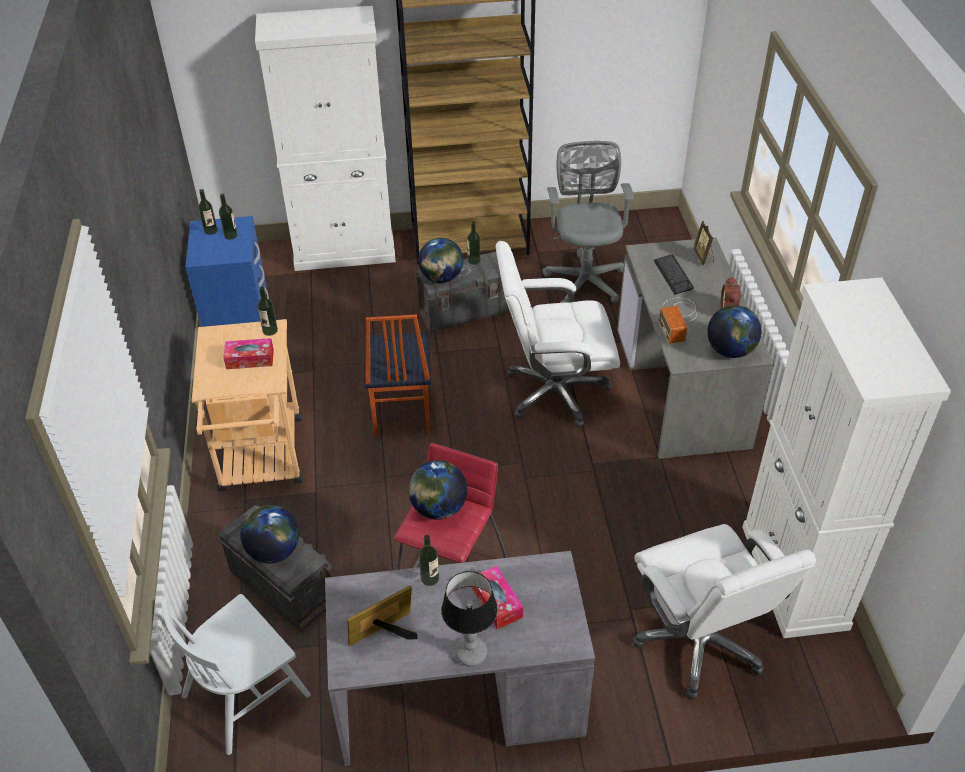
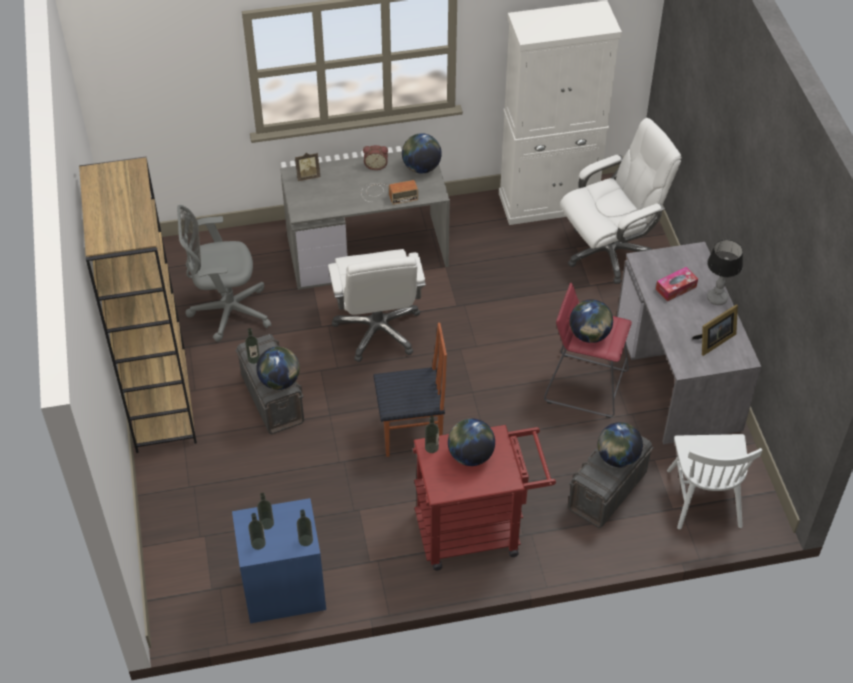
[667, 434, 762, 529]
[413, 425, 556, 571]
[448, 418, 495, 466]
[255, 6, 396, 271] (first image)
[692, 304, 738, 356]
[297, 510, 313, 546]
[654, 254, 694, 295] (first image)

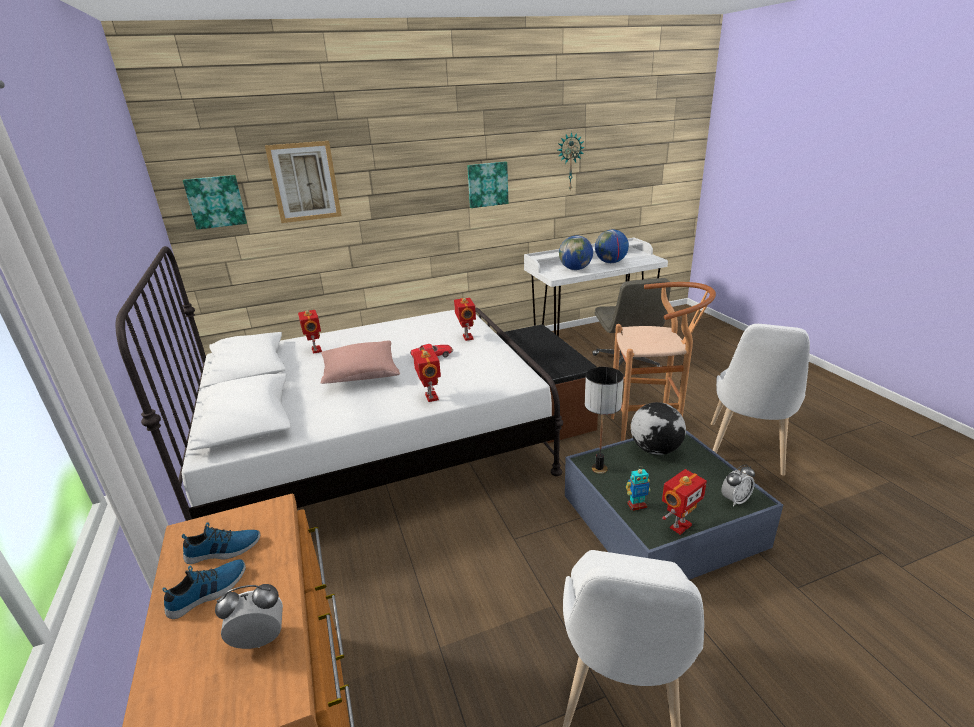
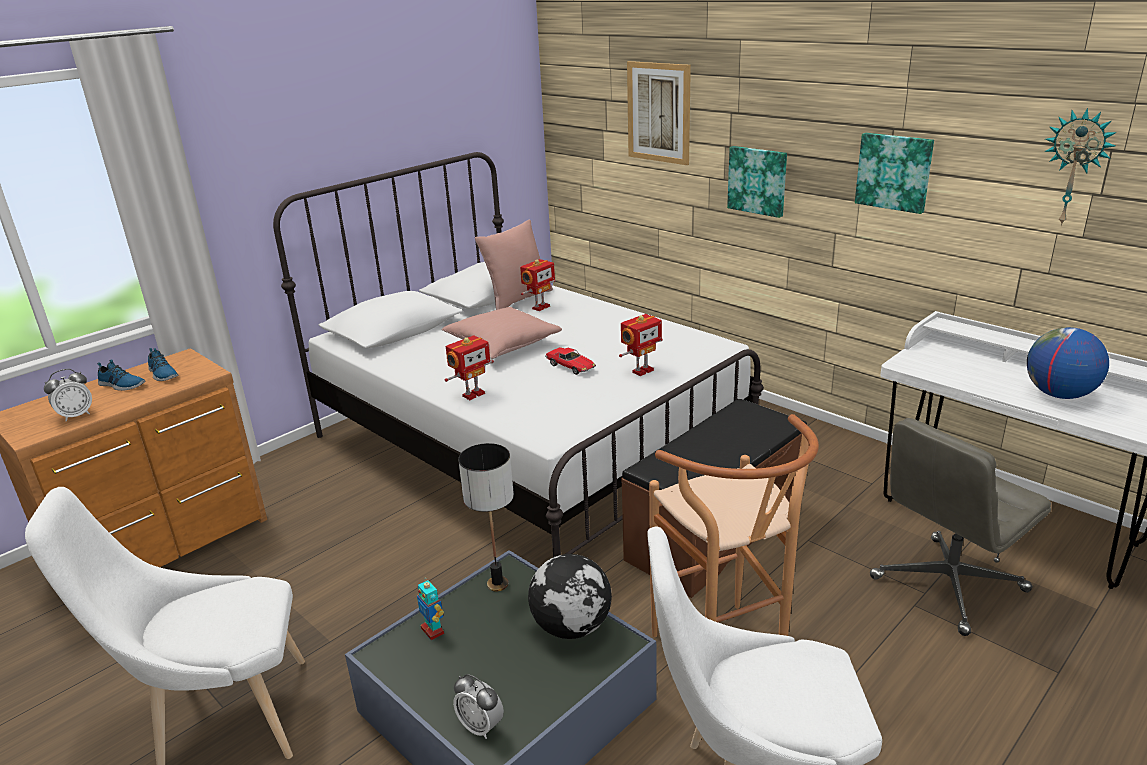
[727, 146, 787, 218]
[44, 369, 92, 421]
[559, 235, 593, 270] (first image)
[662, 469, 707, 535] (first image)
[475, 220, 553, 310]

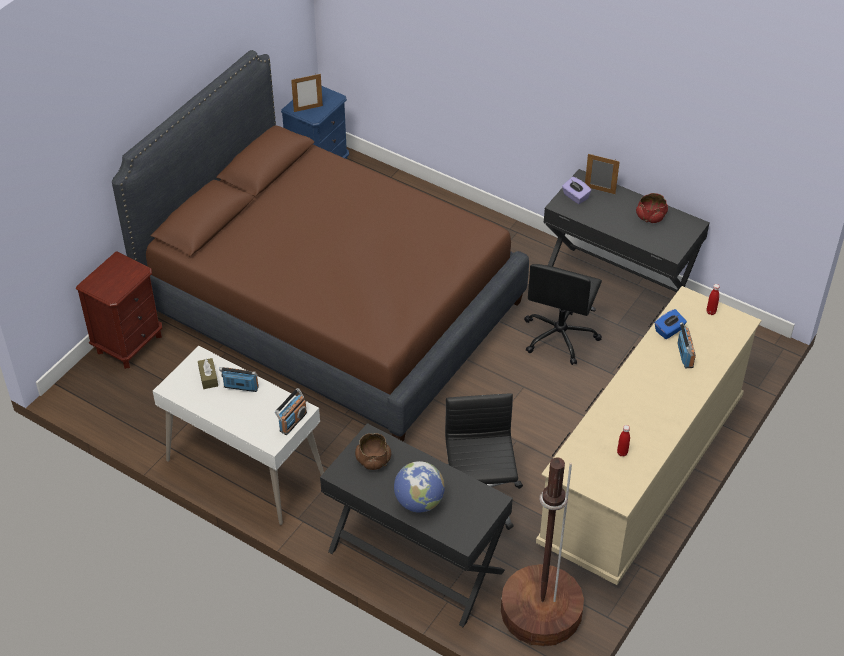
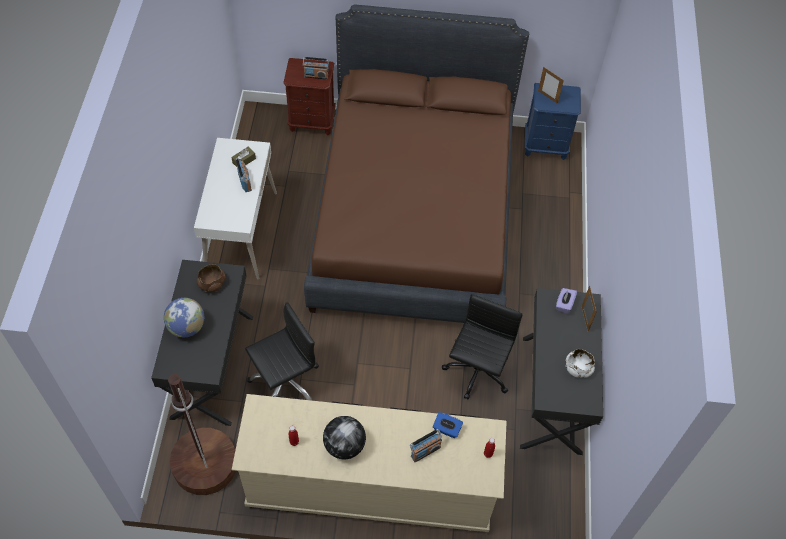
[303, 57, 329, 79]
[442, 294, 522, 399]
[565, 349, 595, 378]
[323, 416, 366, 459]

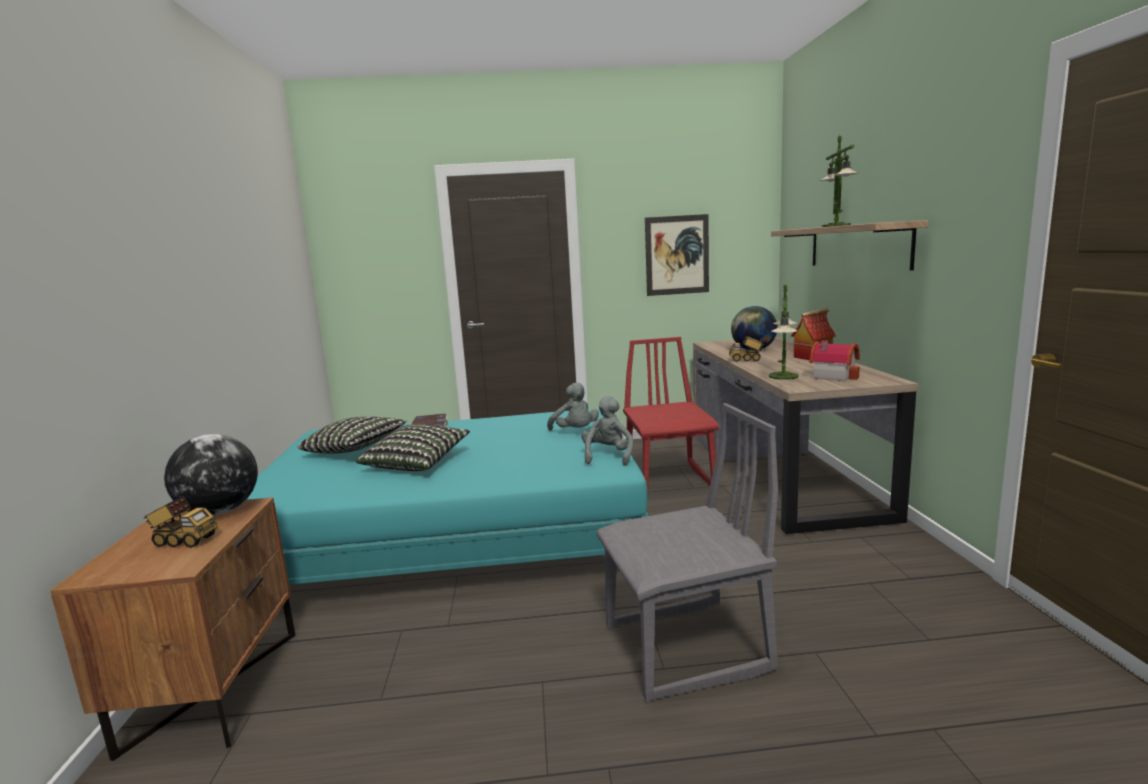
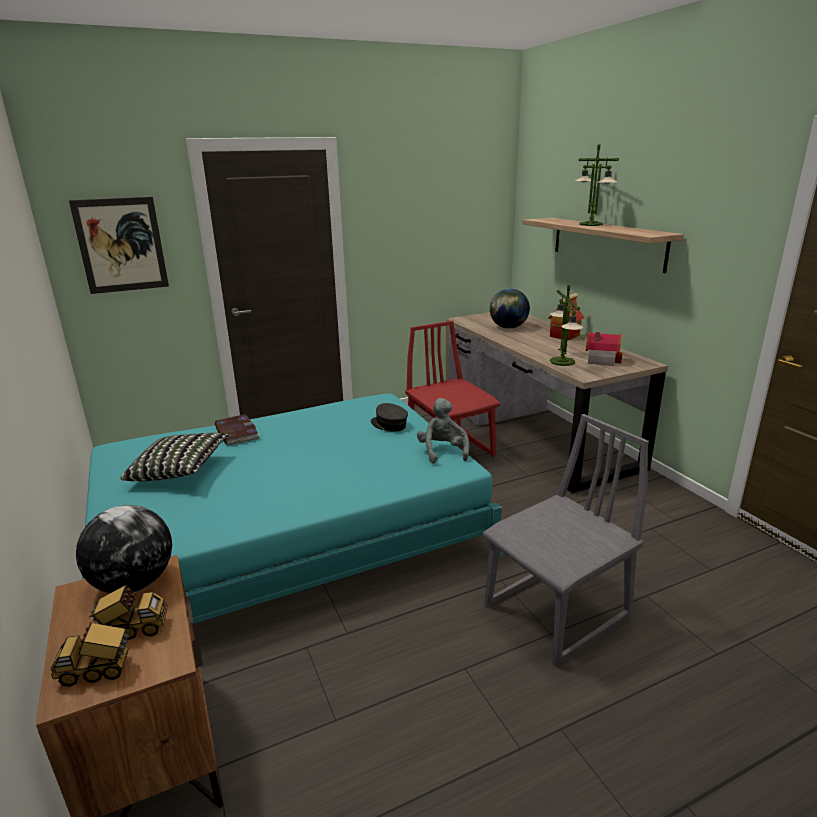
[356, 424, 470, 471] (first image)
[371, 403, 408, 432]
[69, 197, 169, 294]
[51, 623, 130, 687]

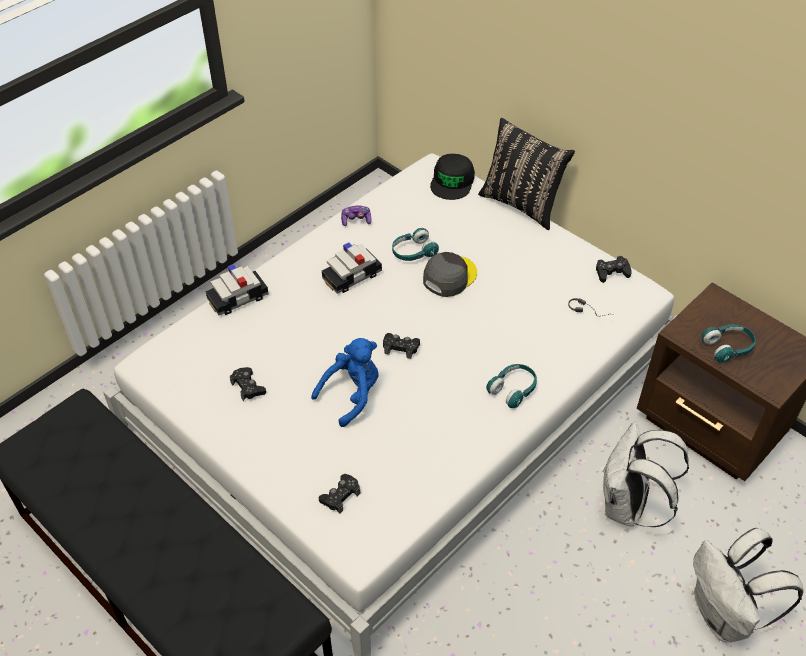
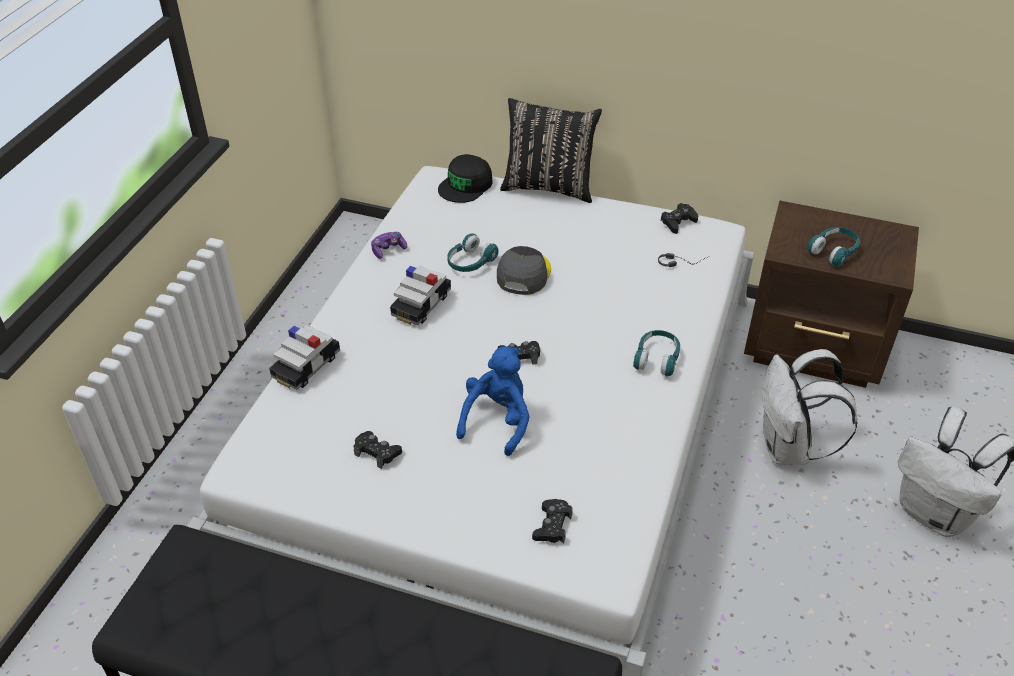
[438, 154, 493, 203]

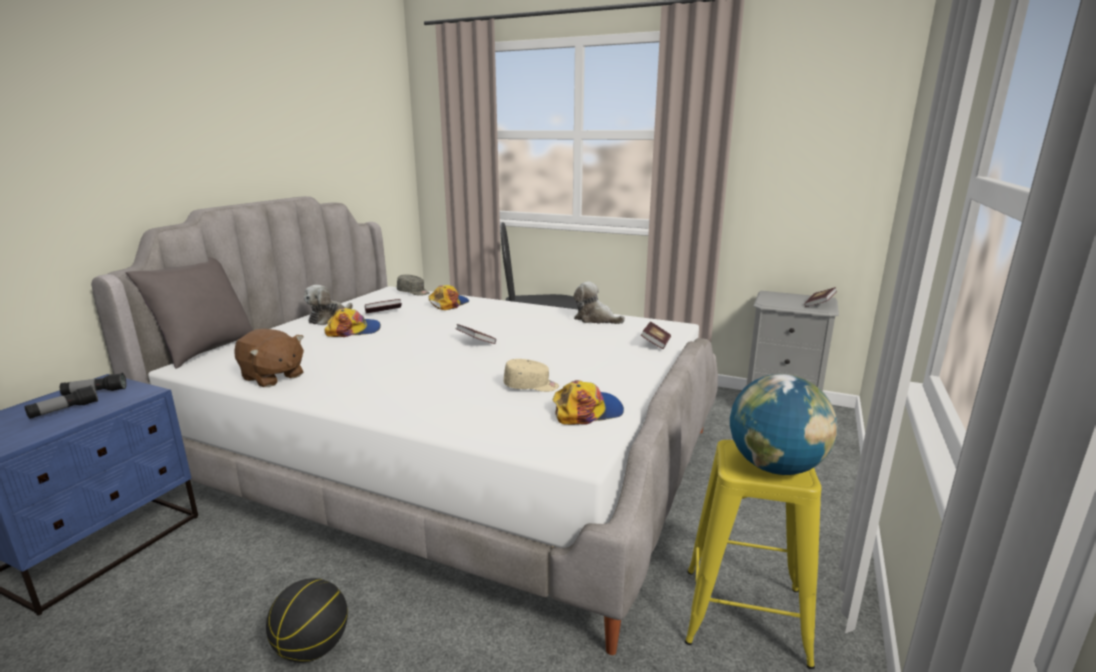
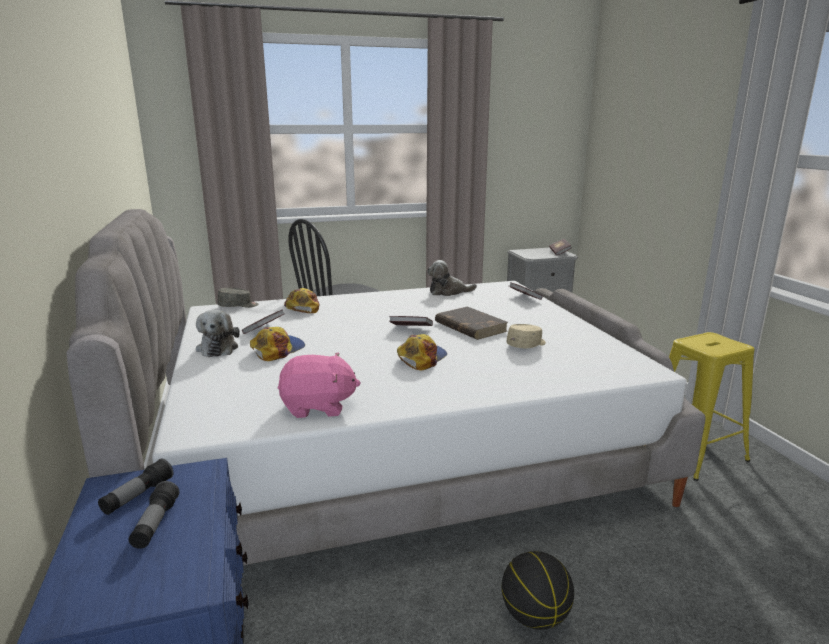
[126, 257, 253, 369] (first image)
[278, 352, 361, 418]
[397, 334, 447, 370]
[730, 374, 838, 475] (first image)
[435, 306, 508, 340]

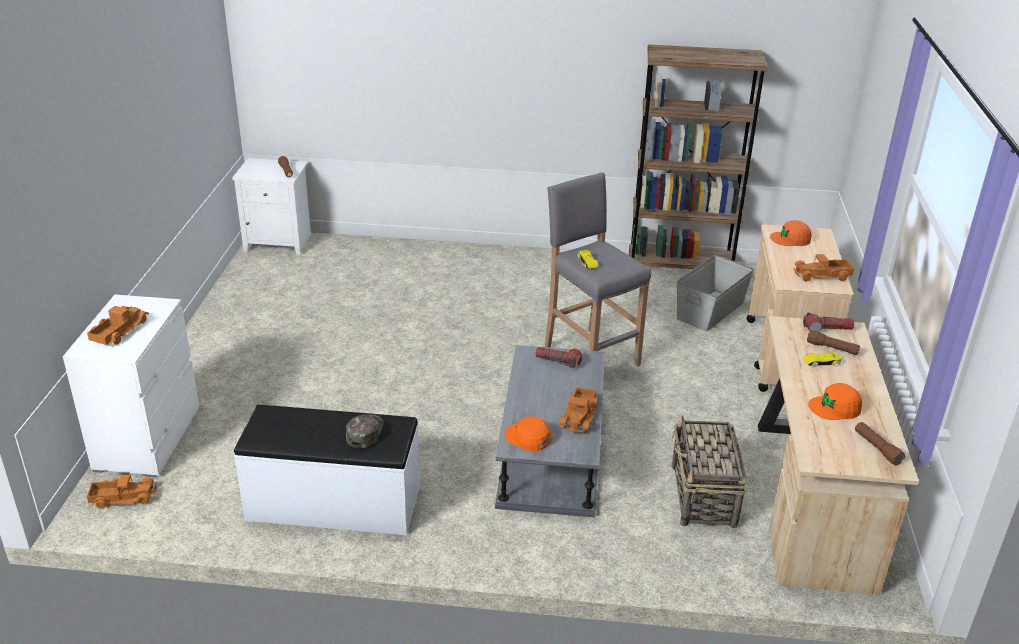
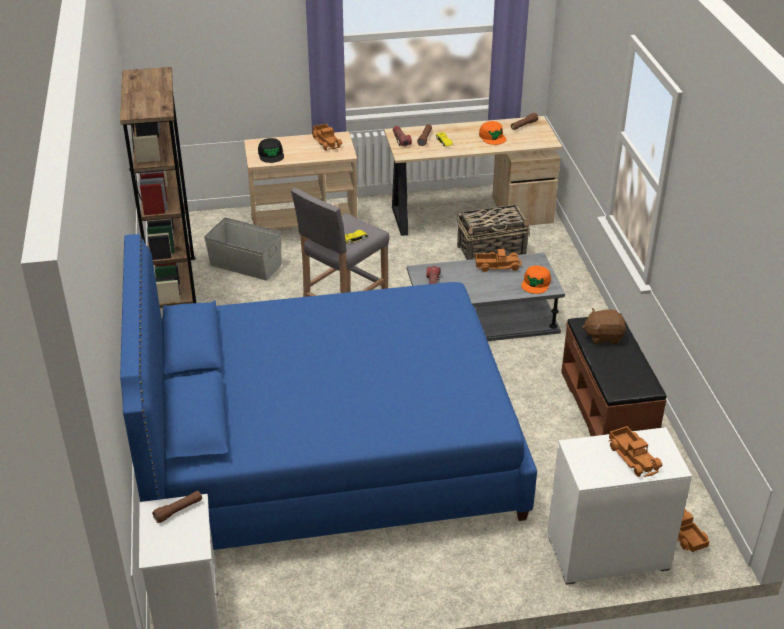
[608, 426, 662, 477]
[561, 313, 666, 436]
[582, 308, 626, 345]
[258, 138, 284, 163]
[120, 234, 537, 550]

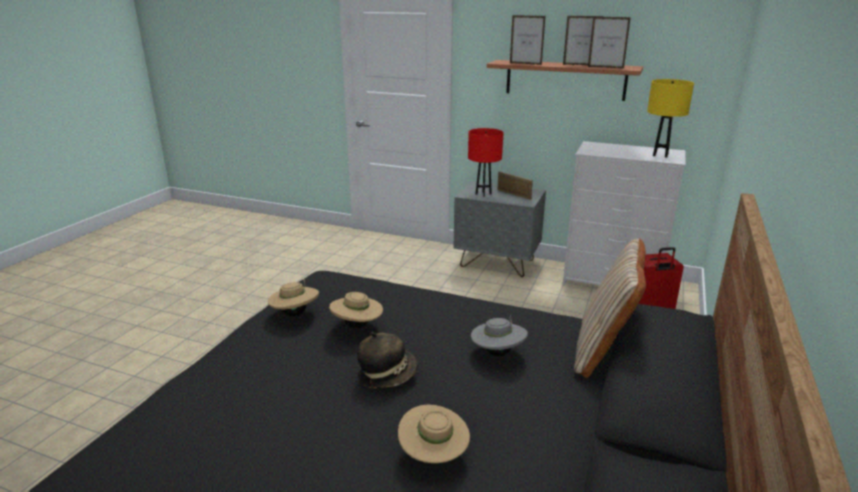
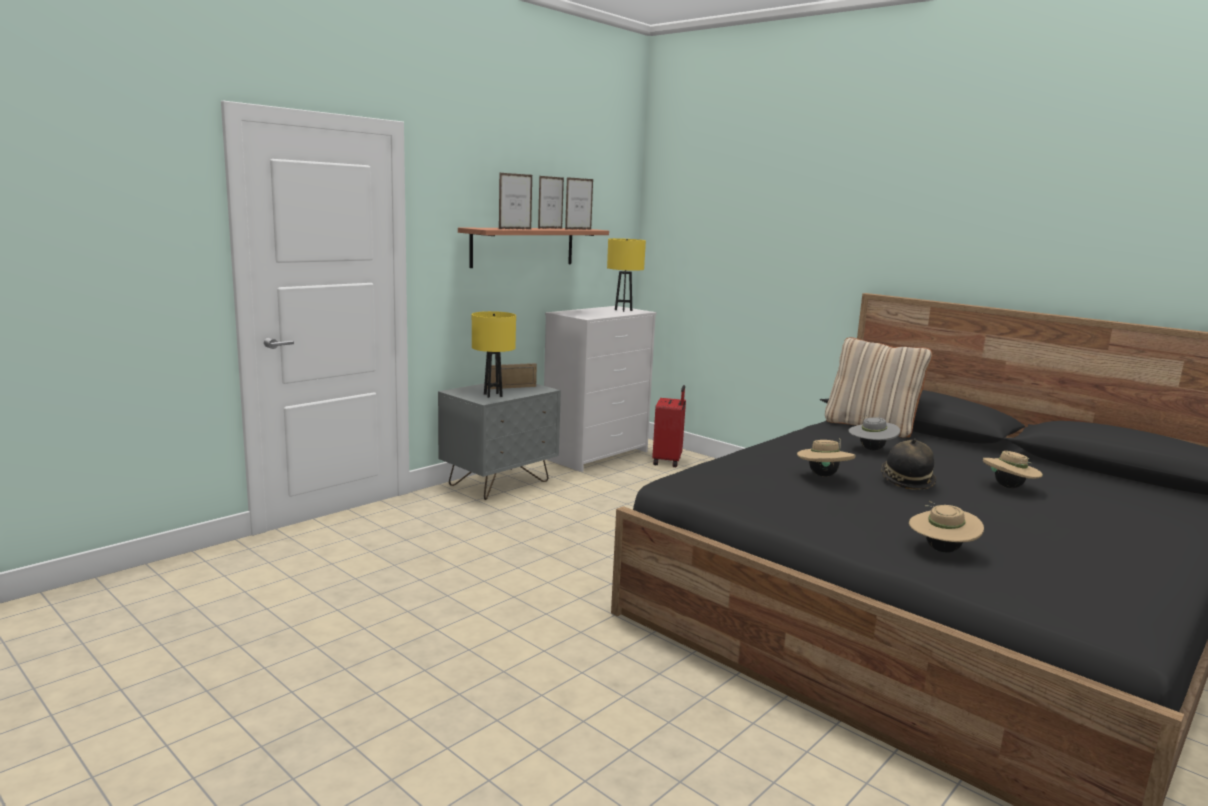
[909, 501, 984, 553]
[472, 311, 516, 398]

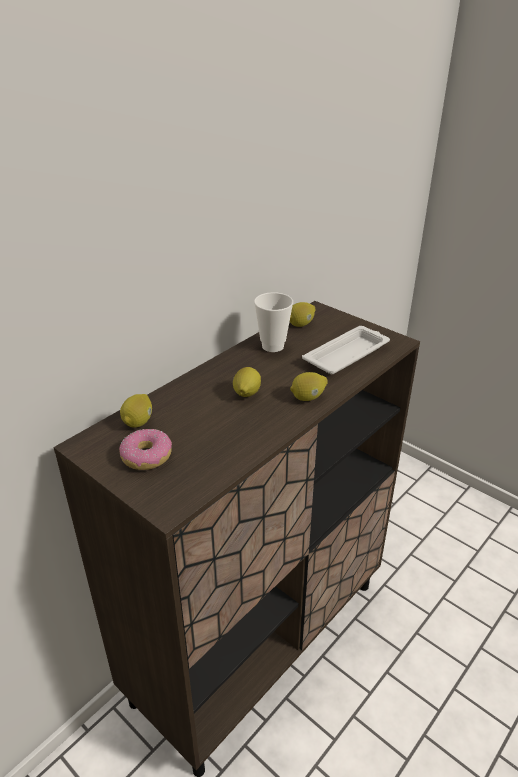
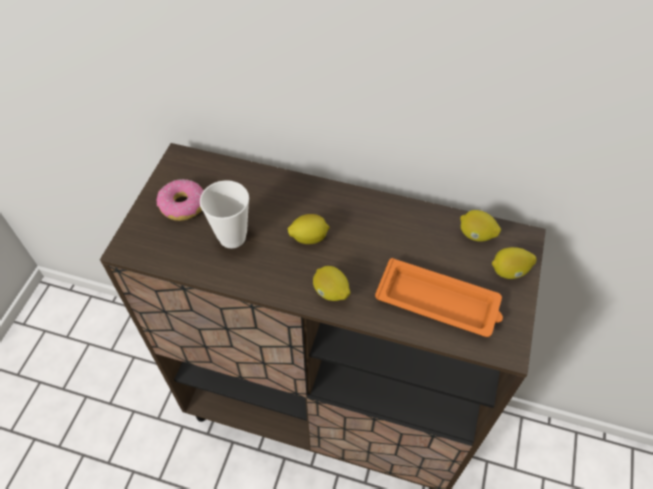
[492, 247, 537, 279]
[200, 180, 249, 248]
[375, 258, 503, 337]

